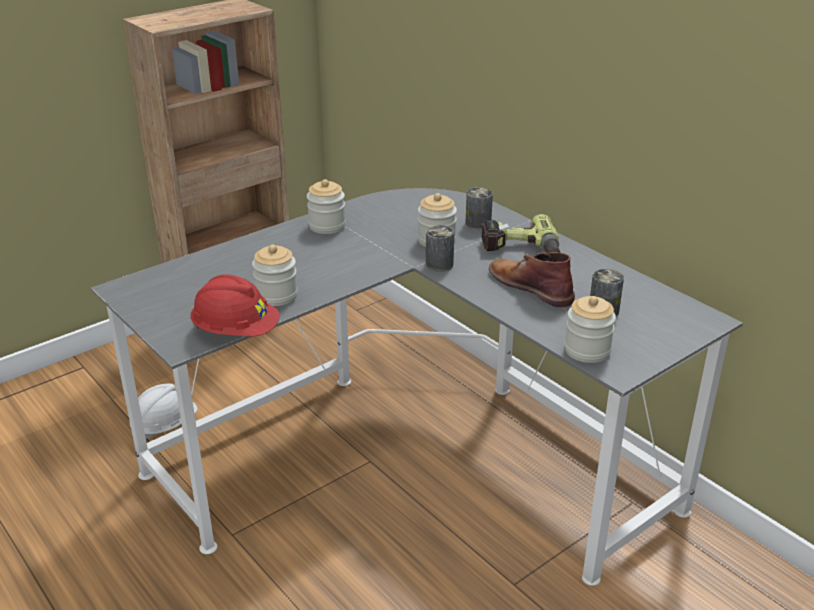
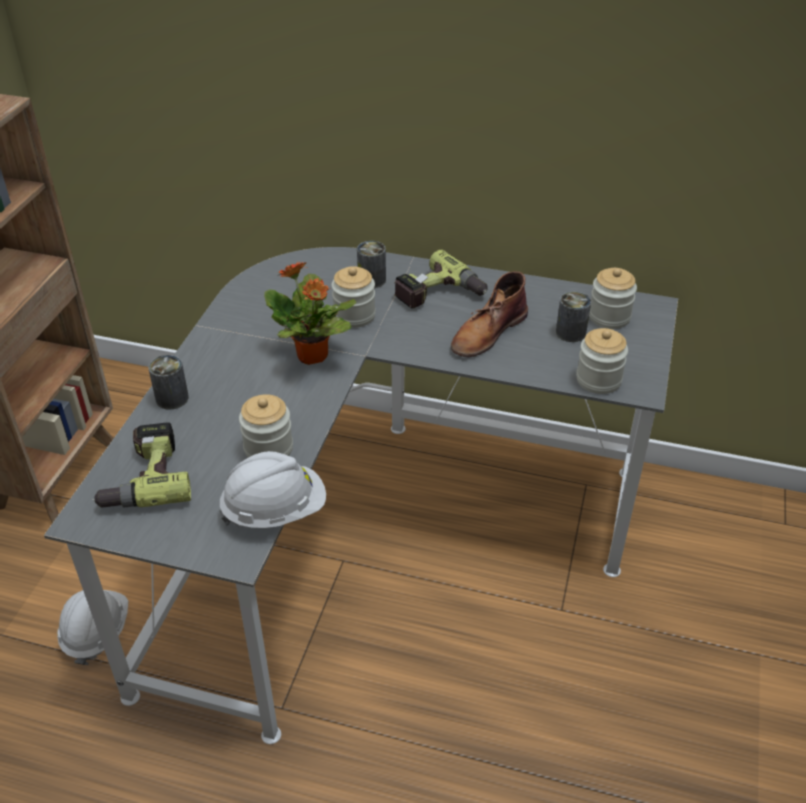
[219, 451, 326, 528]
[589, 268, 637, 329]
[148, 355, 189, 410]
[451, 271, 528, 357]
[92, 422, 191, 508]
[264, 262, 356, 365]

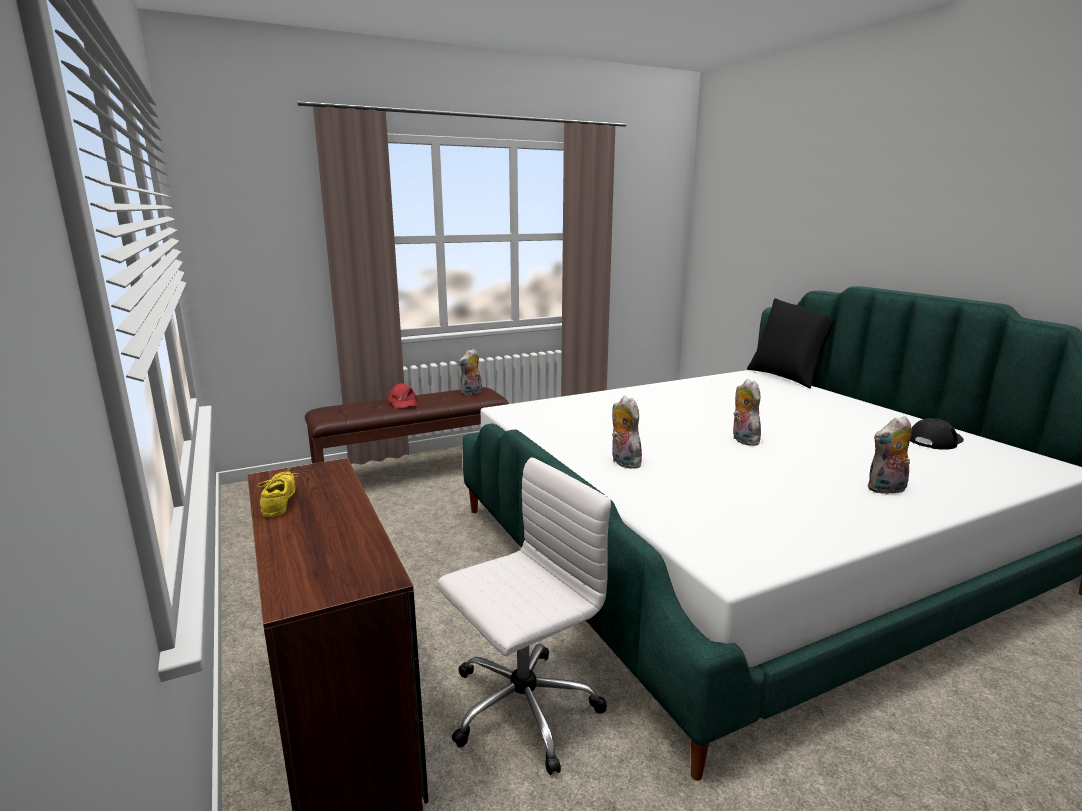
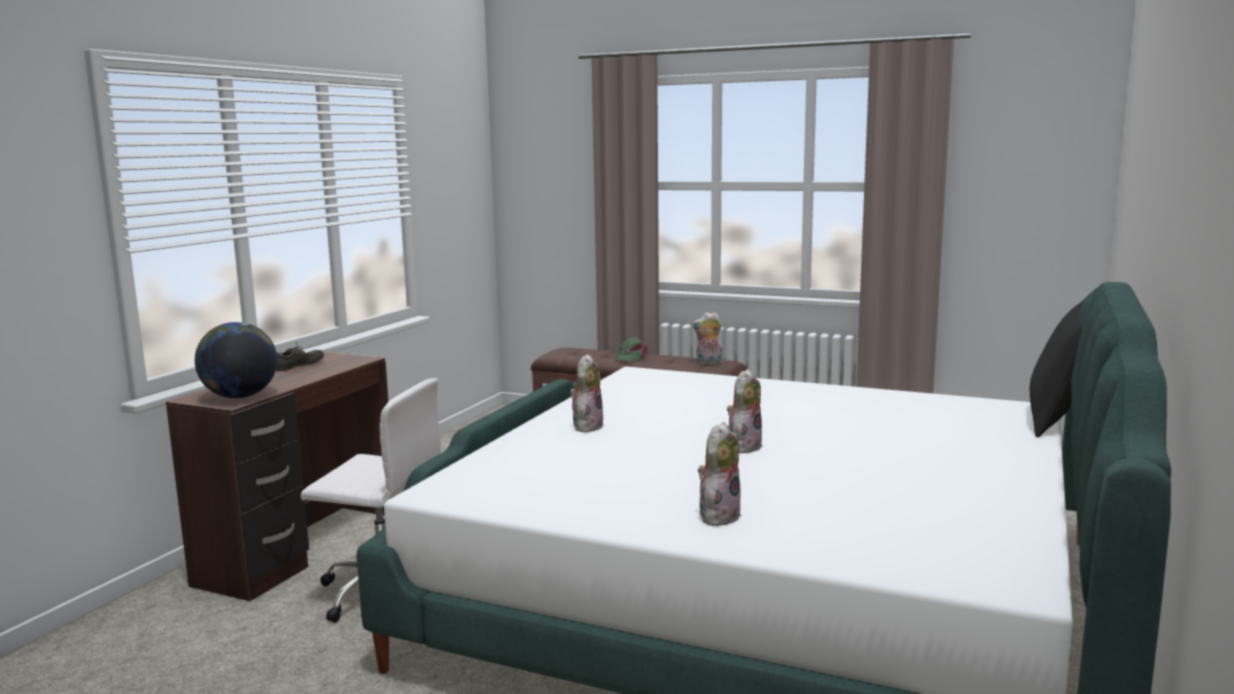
[276, 342, 324, 371]
[614, 337, 648, 363]
[698, 422, 741, 527]
[910, 418, 964, 450] (first image)
[195, 322, 277, 398]

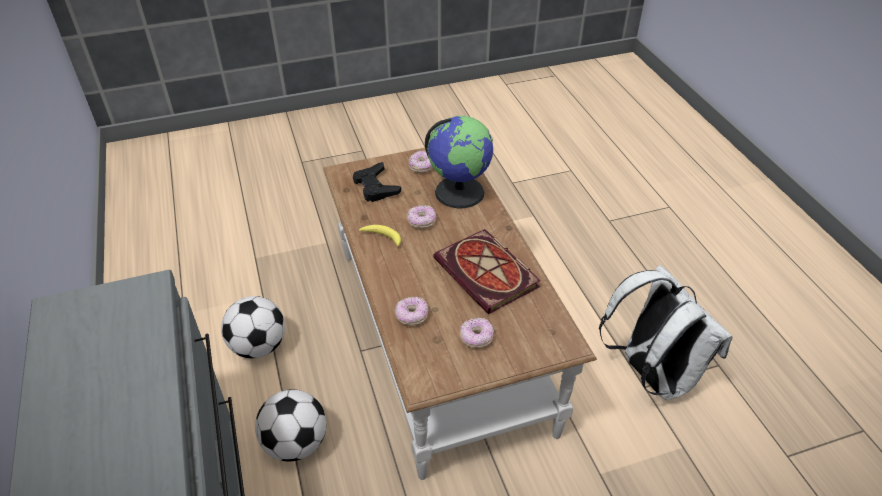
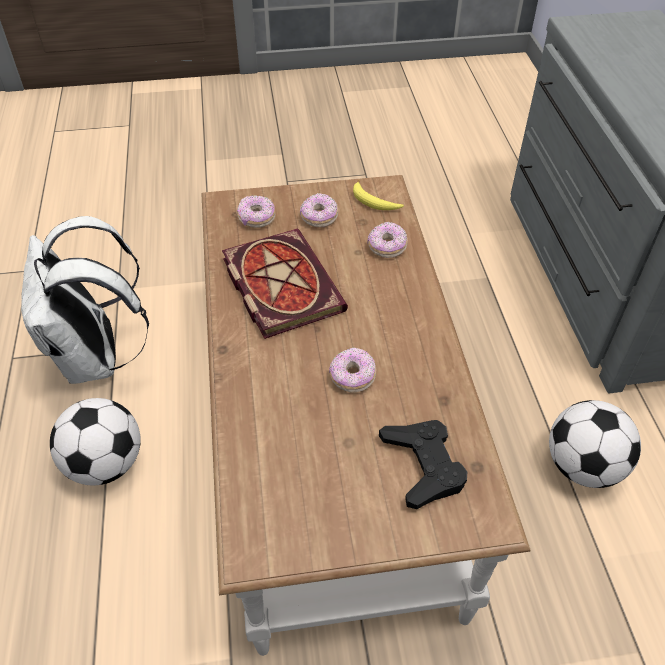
[50, 398, 141, 486]
[353, 180, 404, 210]
[237, 195, 275, 228]
[425, 116, 493, 209] (first image)

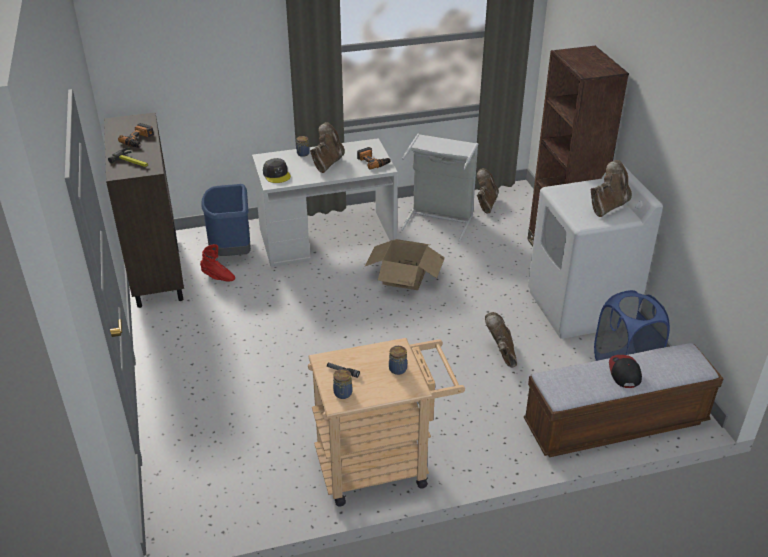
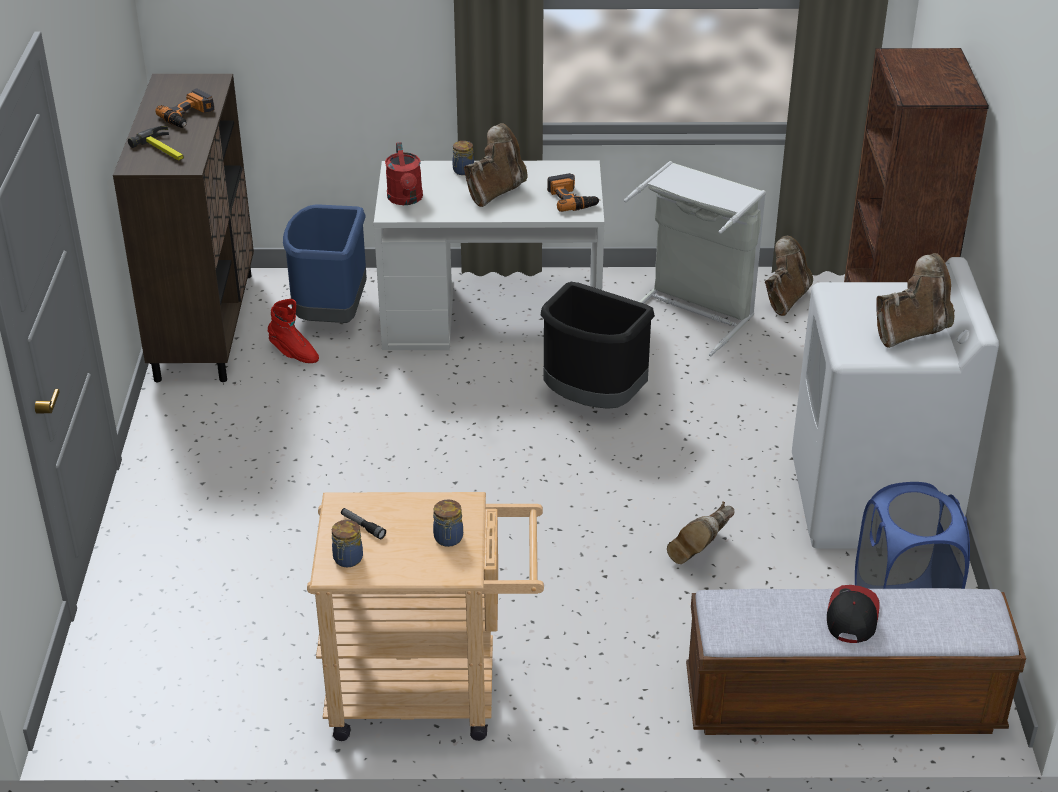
[385, 142, 423, 205]
[541, 282, 655, 409]
[667, 501, 735, 564]

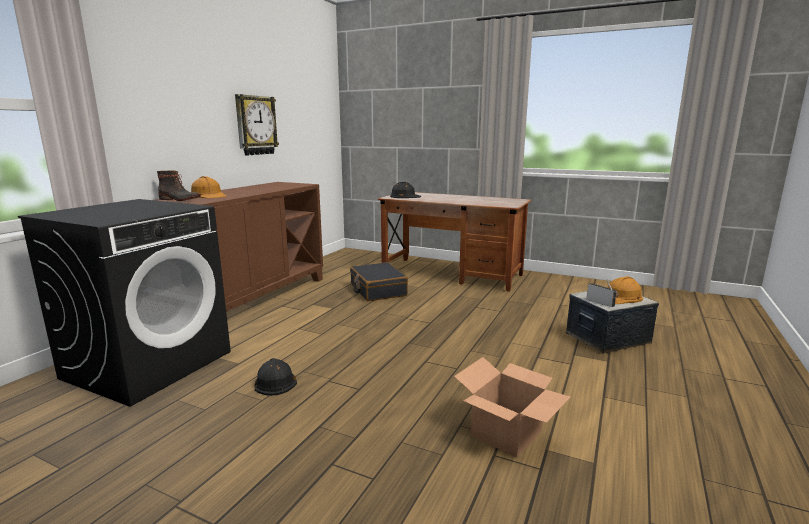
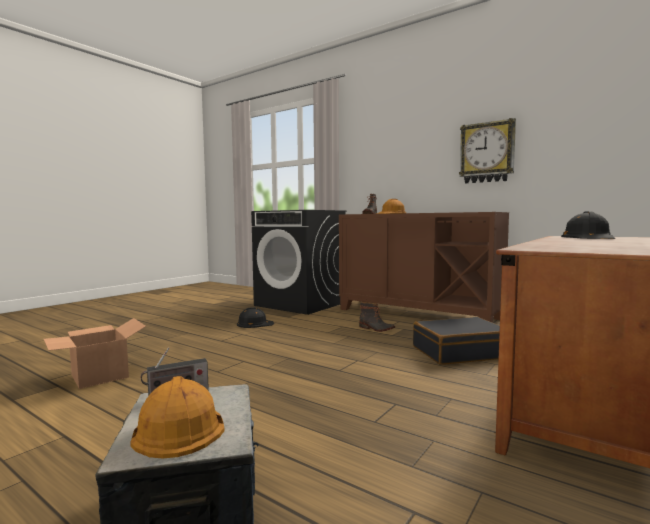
[359, 302, 395, 332]

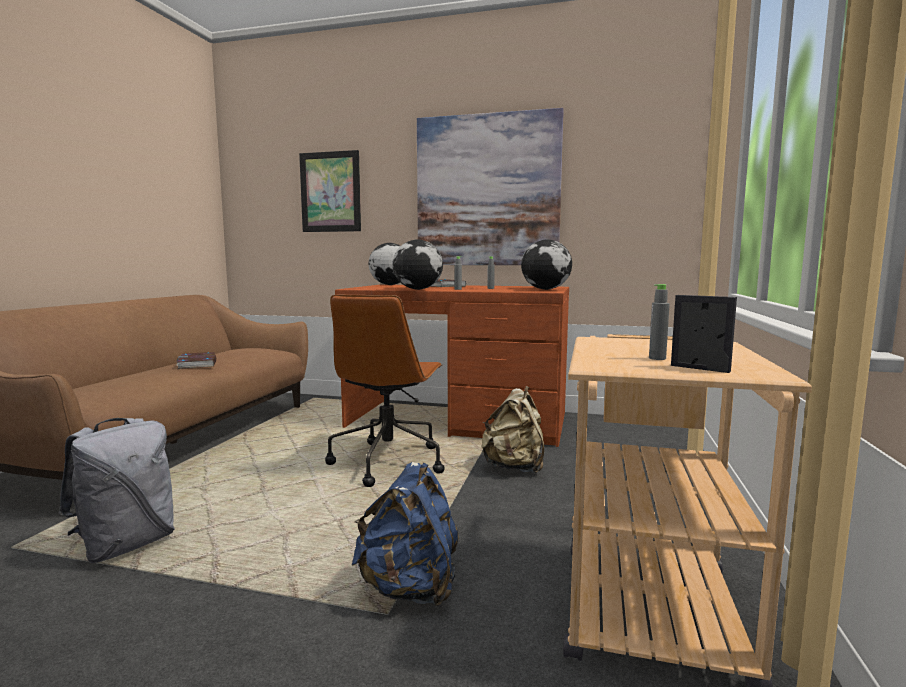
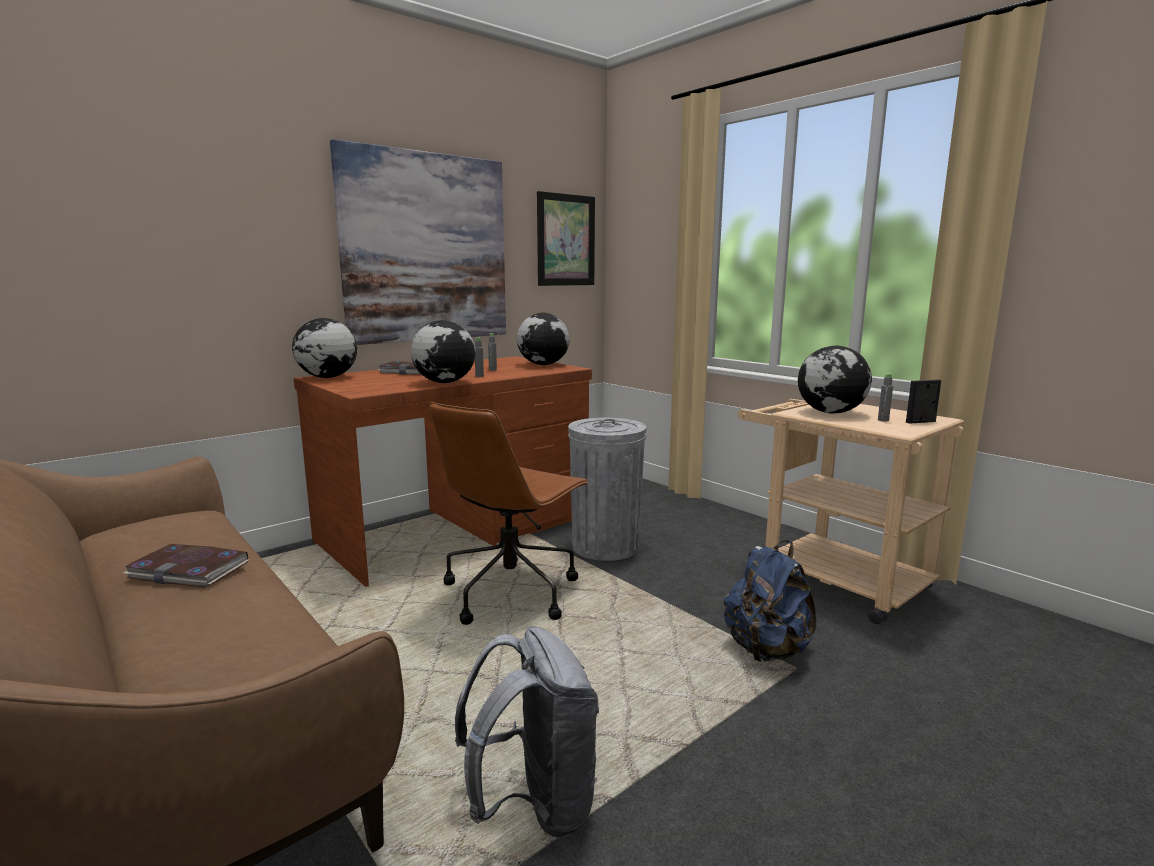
[537, 191, 595, 286]
[429, 402, 589, 625]
[568, 418, 646, 561]
[798, 346, 872, 414]

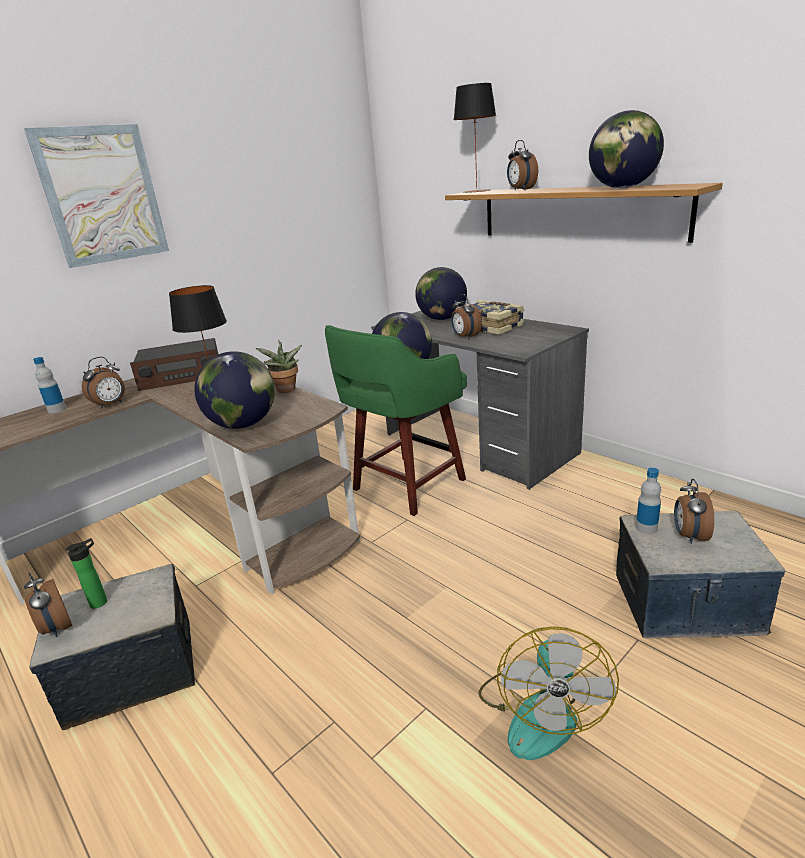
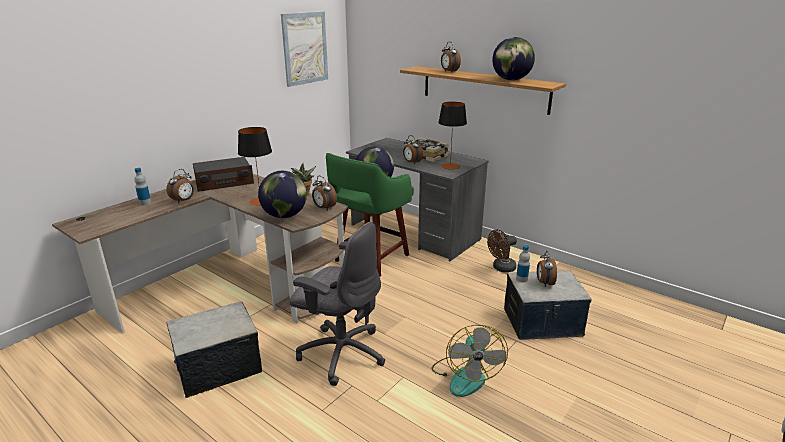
[281, 11, 328, 87]
[312, 176, 337, 210]
[66, 538, 107, 608] (first image)
[415, 267, 467, 320] (first image)
[438, 102, 467, 169]
[290, 222, 385, 386]
[487, 229, 517, 273]

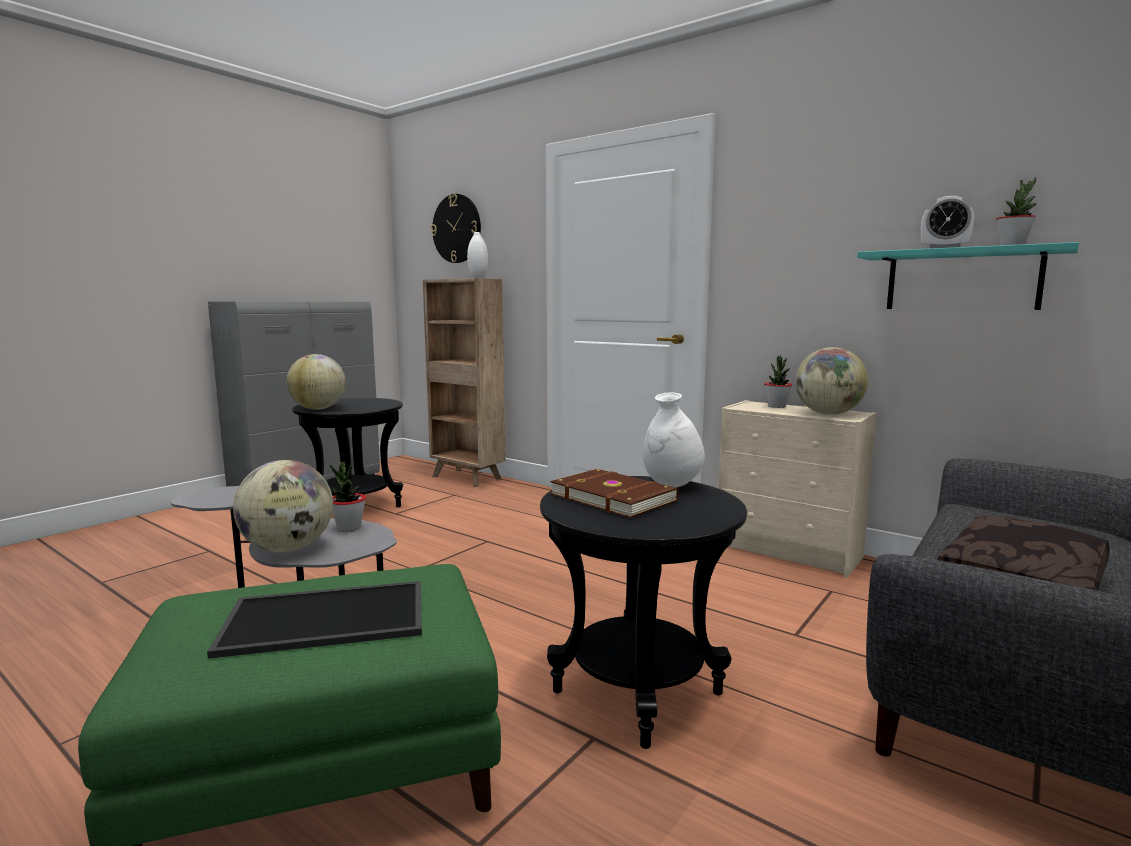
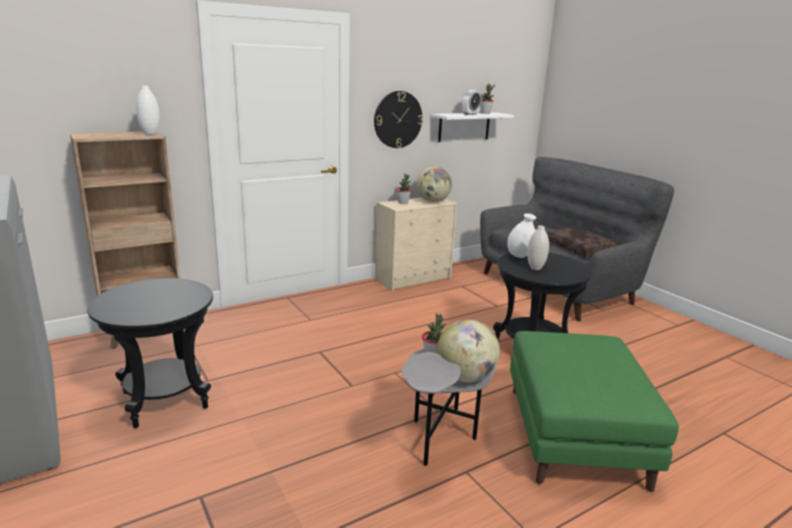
[207, 581, 422, 659] (first image)
[286, 354, 346, 410] (first image)
[374, 91, 423, 148]
[527, 225, 549, 270]
[431, 112, 514, 142]

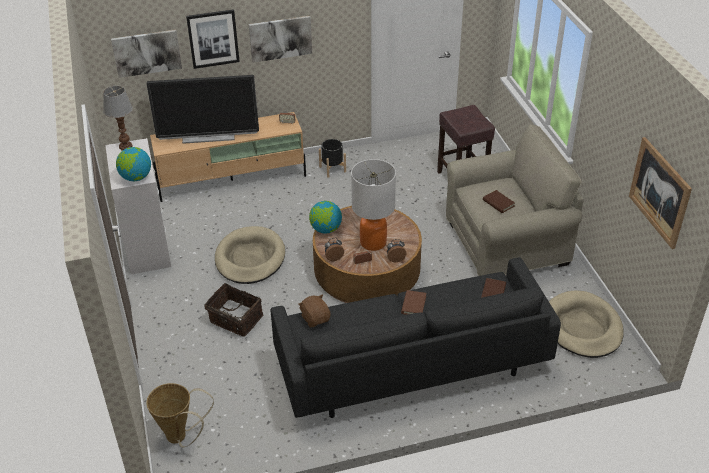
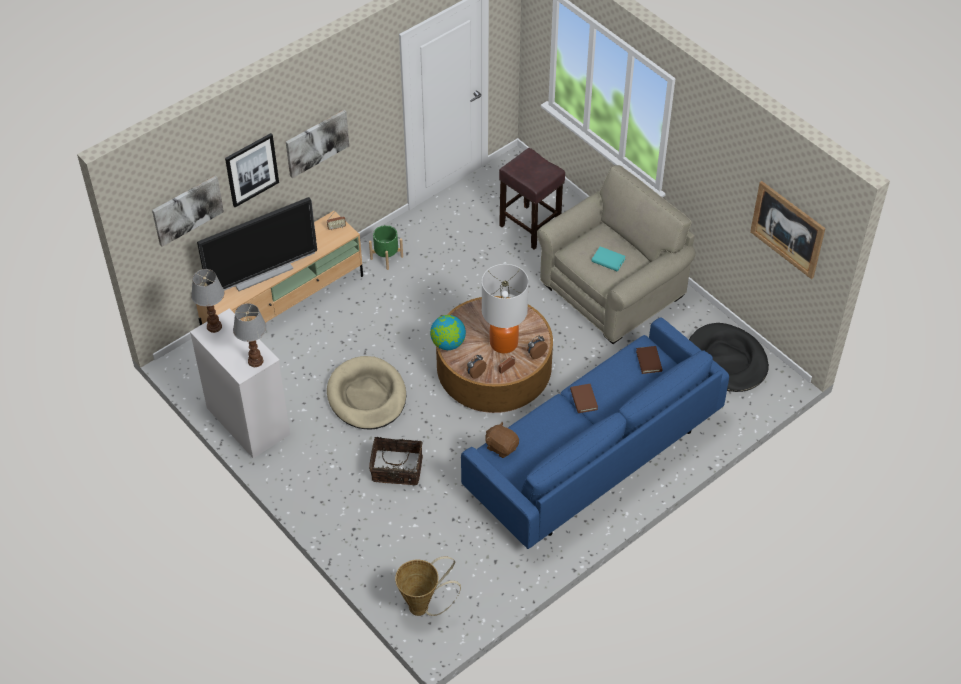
[233, 303, 267, 367]
[461, 317, 729, 549]
[369, 225, 403, 270]
[591, 246, 626, 272]
[689, 323, 769, 392]

